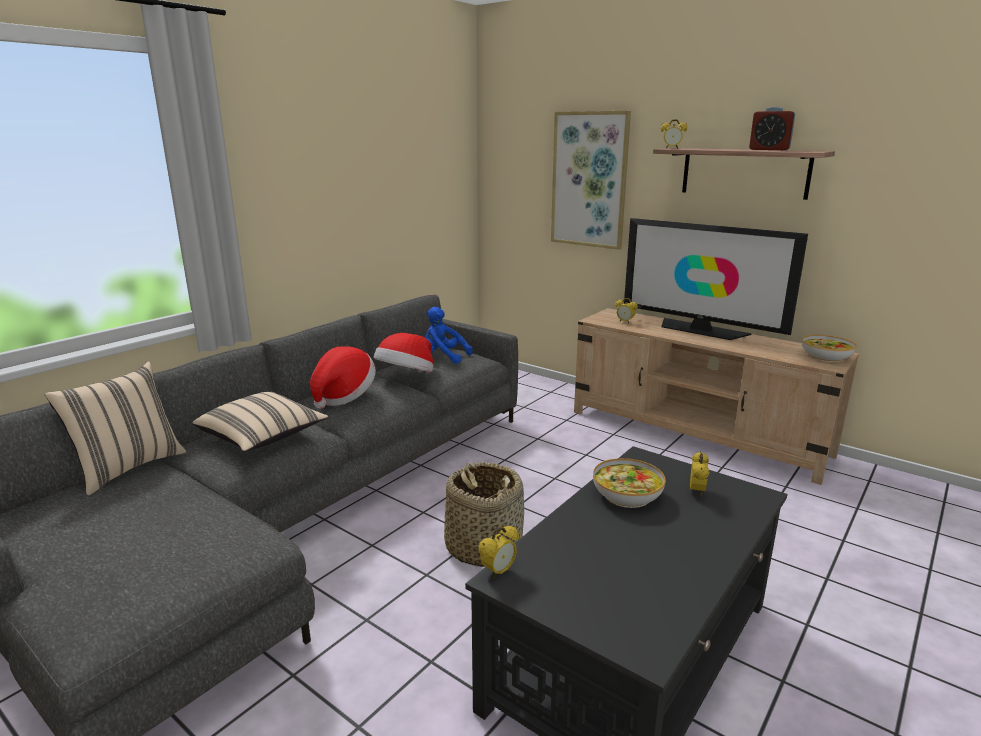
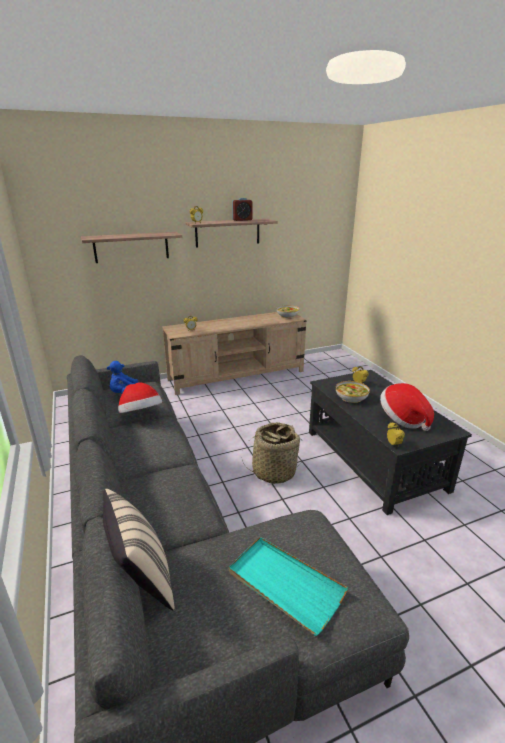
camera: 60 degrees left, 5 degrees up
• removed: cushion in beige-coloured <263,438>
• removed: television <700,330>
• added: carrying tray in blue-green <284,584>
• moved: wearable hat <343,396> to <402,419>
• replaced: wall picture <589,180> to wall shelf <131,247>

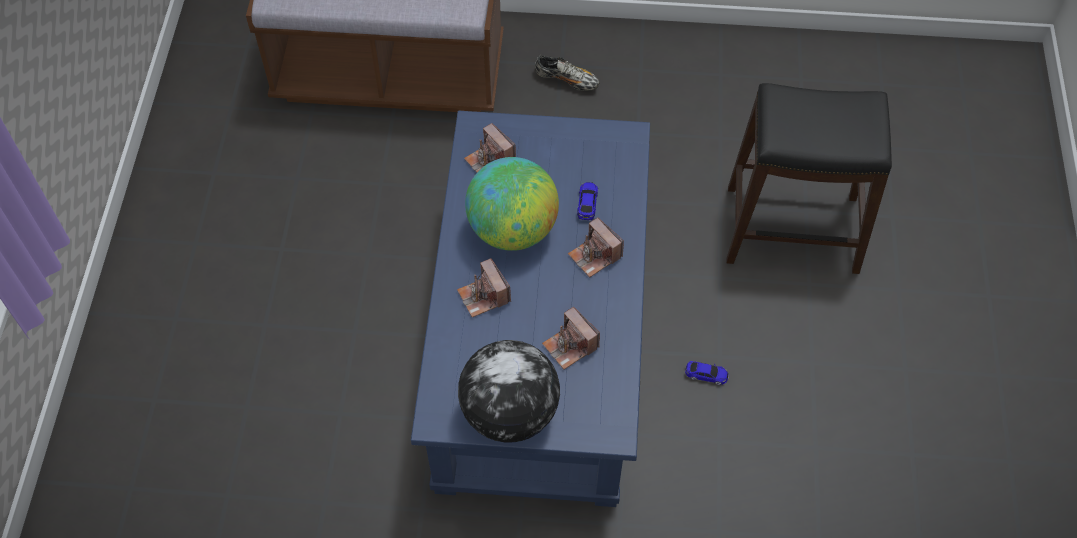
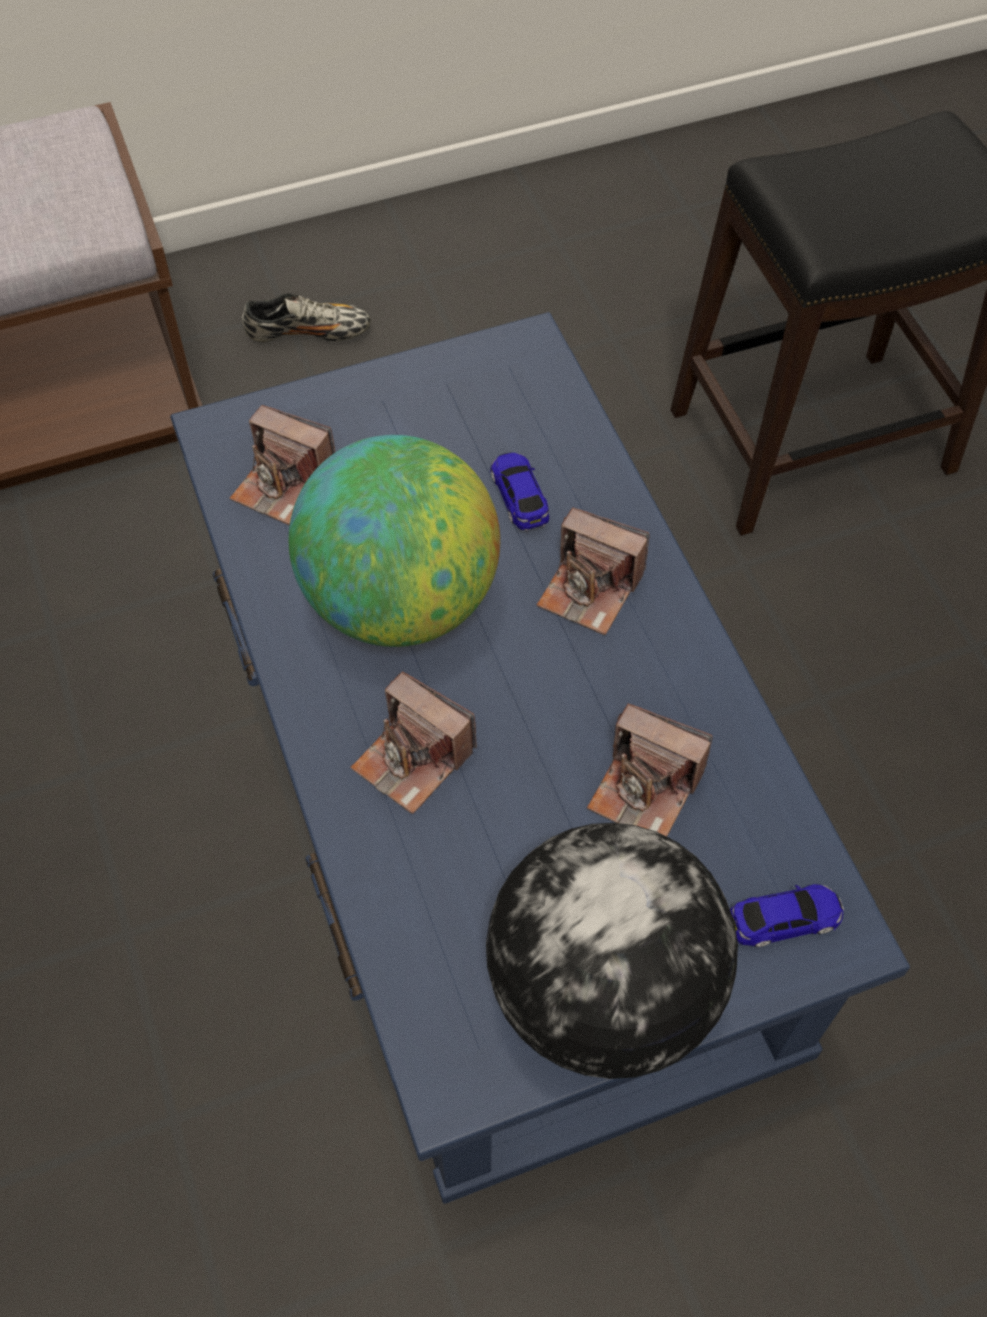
camera: 25 degrees left, 0 degrees up
• moved: toy car <706,375> to <784,920>

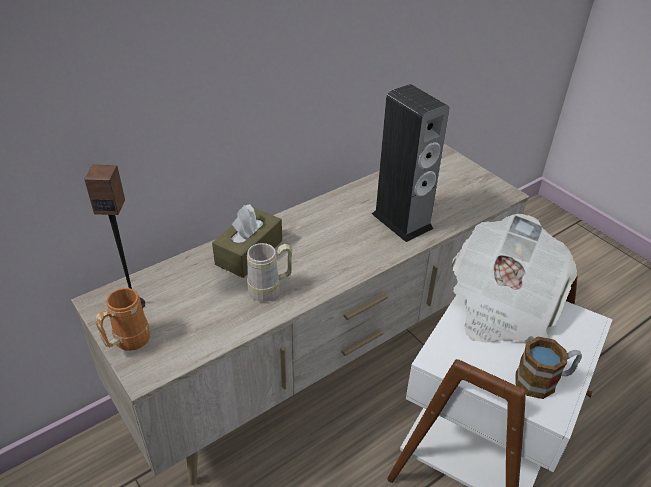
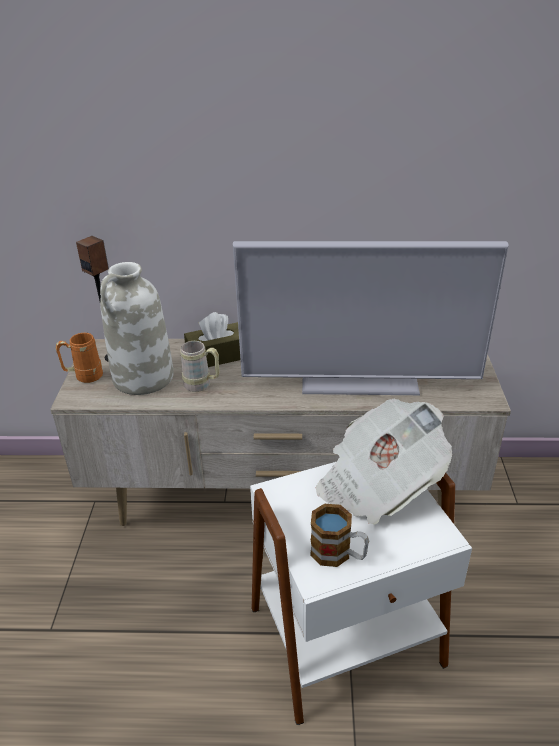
camera: 40 degrees right, 5 degrees down
• added: flower vase in white-coloured <143,378>
• replaced: audio speaker <402,221> to television <359,382>

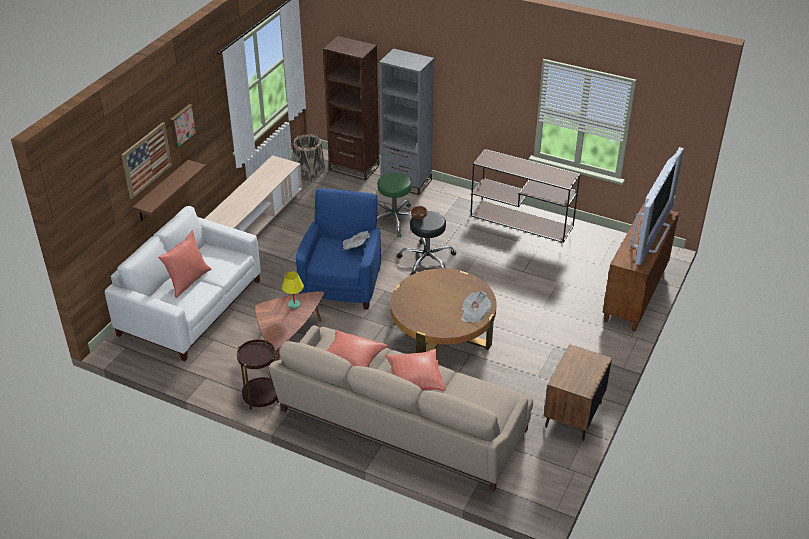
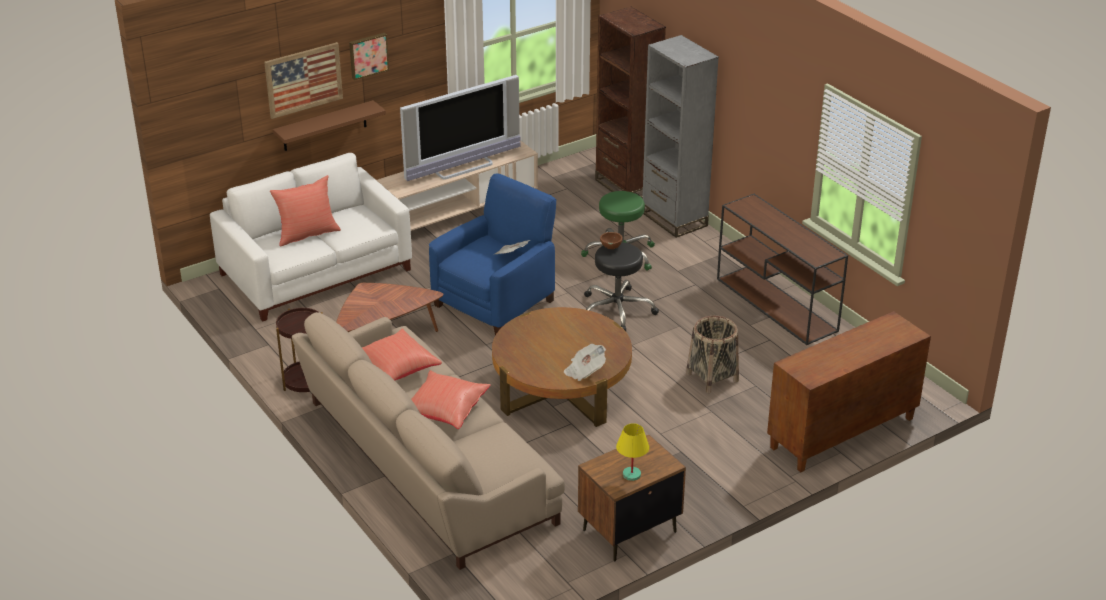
camera: 30 degrees right, 5 degrees down
• moved: lamp for a table in yellow <294,305> to <631,475>
• moved: basket <309,174> to <712,377>
• moved: television <653,236> to <463,167>

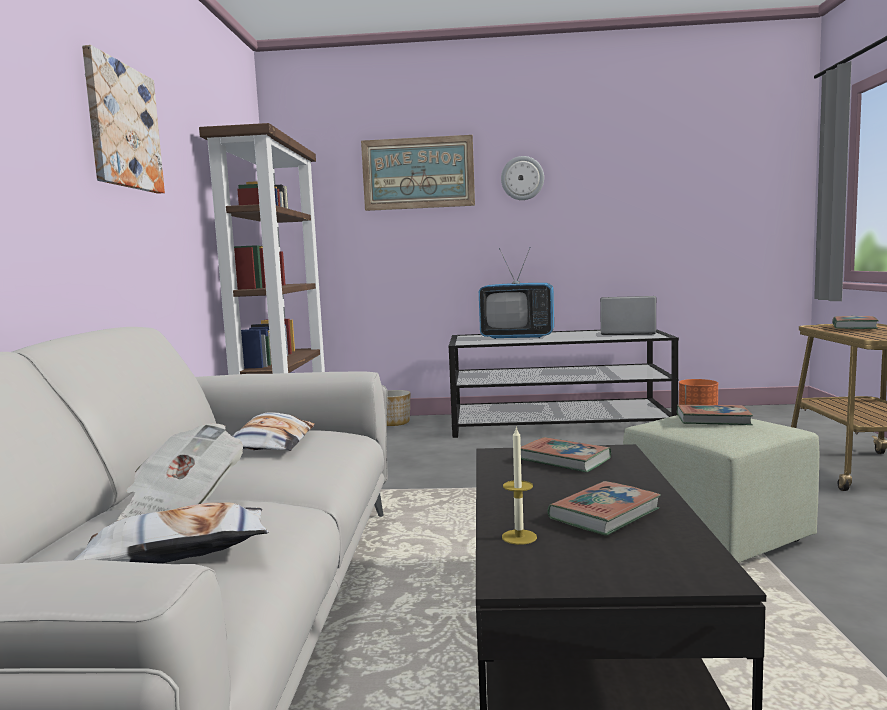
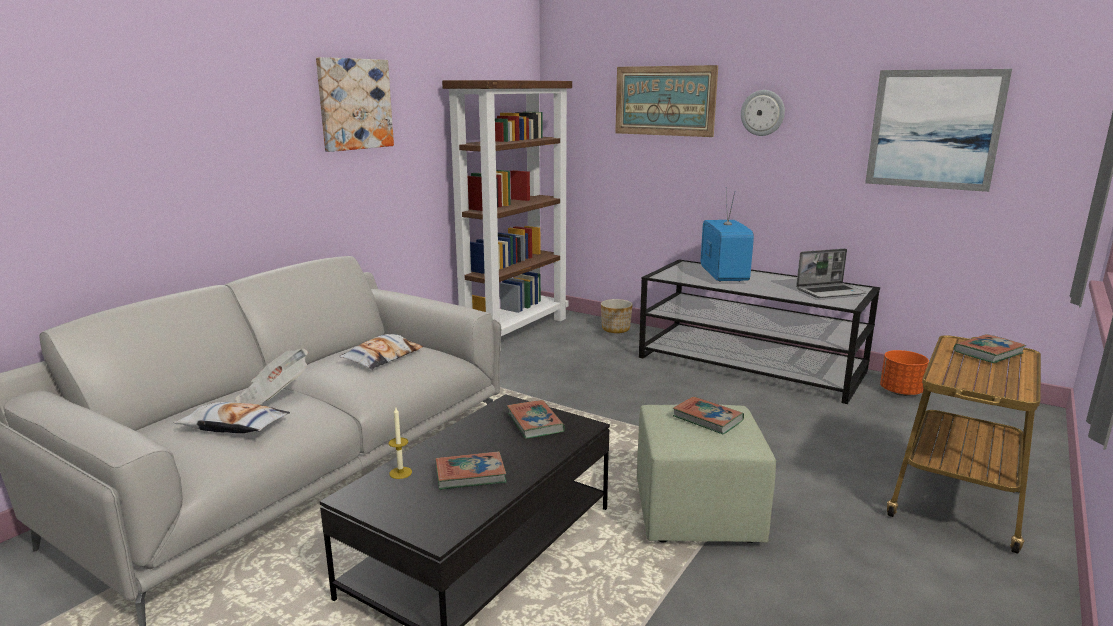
camera: 30 degrees right, 10 degrees up
• added: wall picture <934,129>
• turned: television <517,337> = <723,276> 135 degrees counterclockwise
• turned: laptop <626,333> = <830,292> 120 degrees clockwise

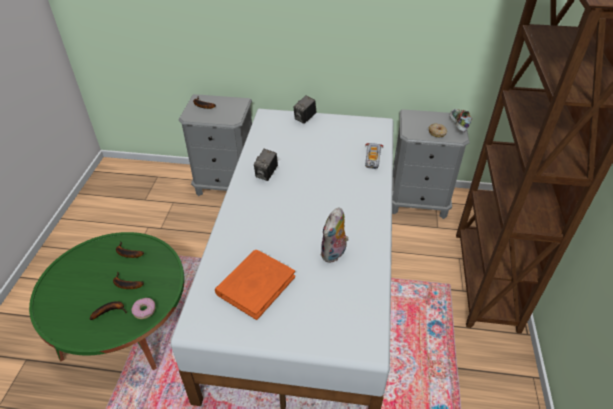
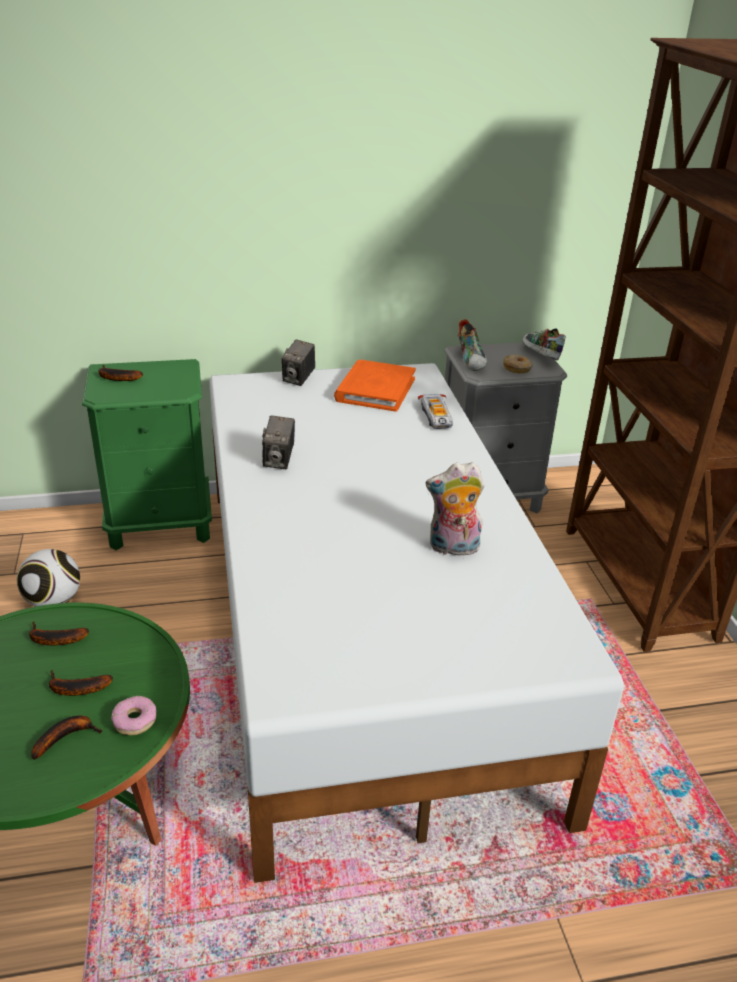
camera: 20 degrees left, 10 degrees down
• added: football ball <54,601>
• added: low shoe <471,360>
• moved: book in orange <255,285> to <375,389>
• recoloured: night table in grey <226,184> to night table in greenish <160,524>
• turned: plush toy <334,254> = <453,548> 75 degrees clockwise

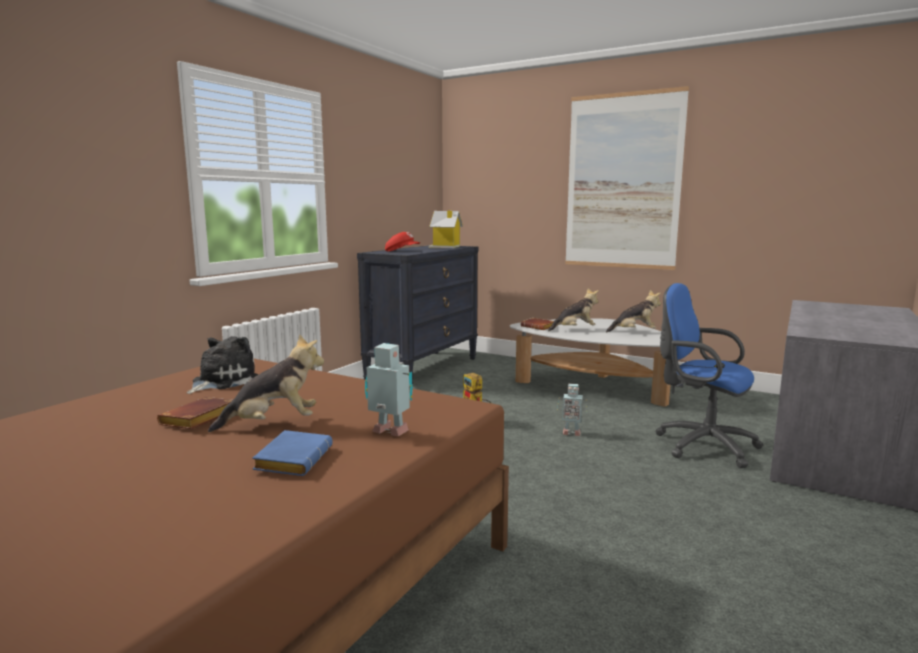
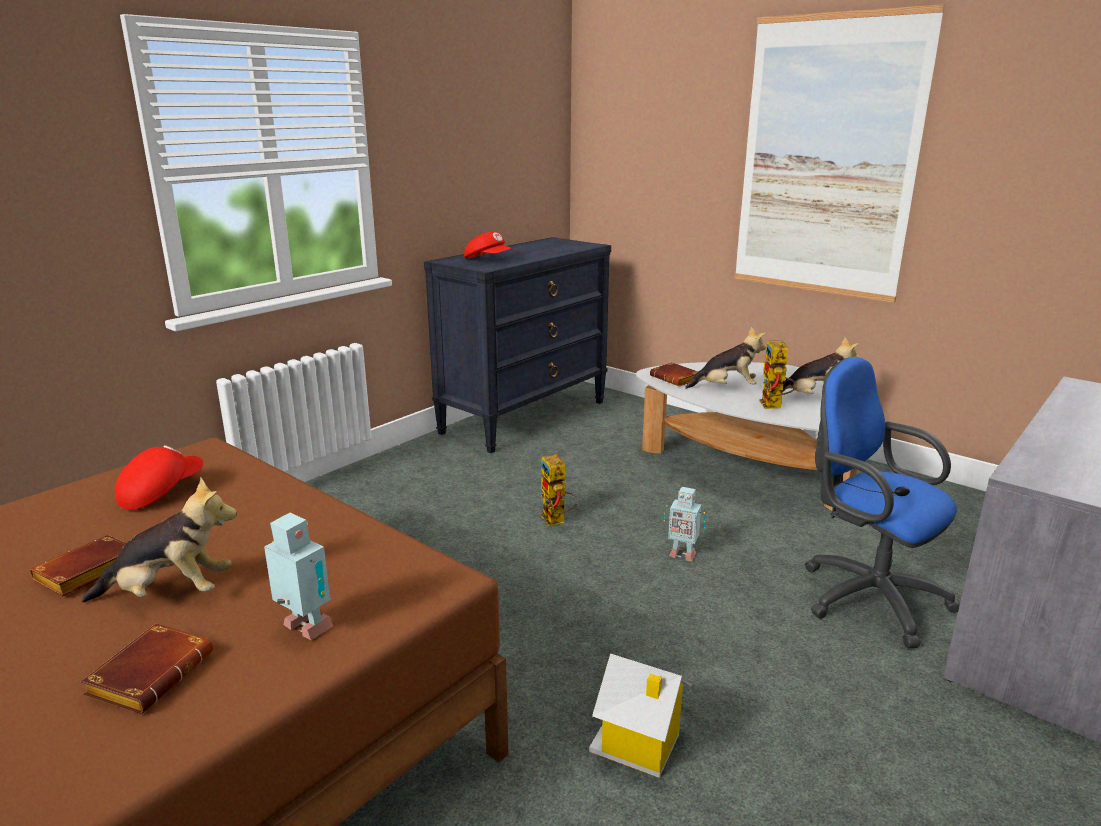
camera: 10 degrees right, 10 degrees up
• added: toy robot <774,406>
• moved: miniature house <445,247> to <638,745>
• replaced: plush toy <222,381> to cap in red-coloured <160,492>
• recoloured: book in blue <293,459> to book in brown <151,673>

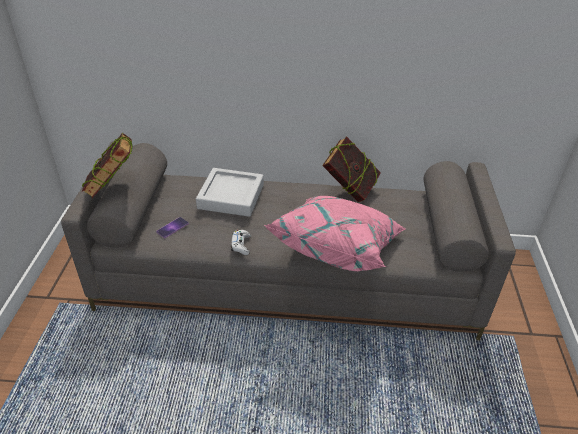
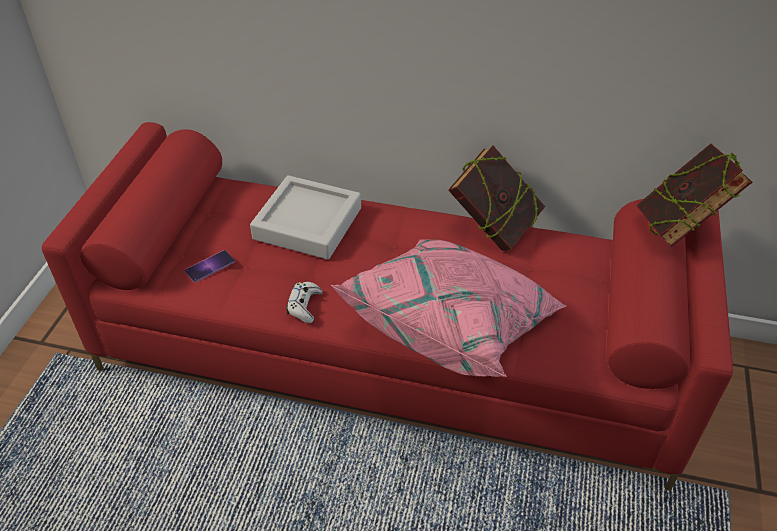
camera: 10 degrees right, 5 degrees up
• moved: book <113,188> to <678,230>
• recoloured: settee in grey <289,278> to settee in red-coloured <391,352>

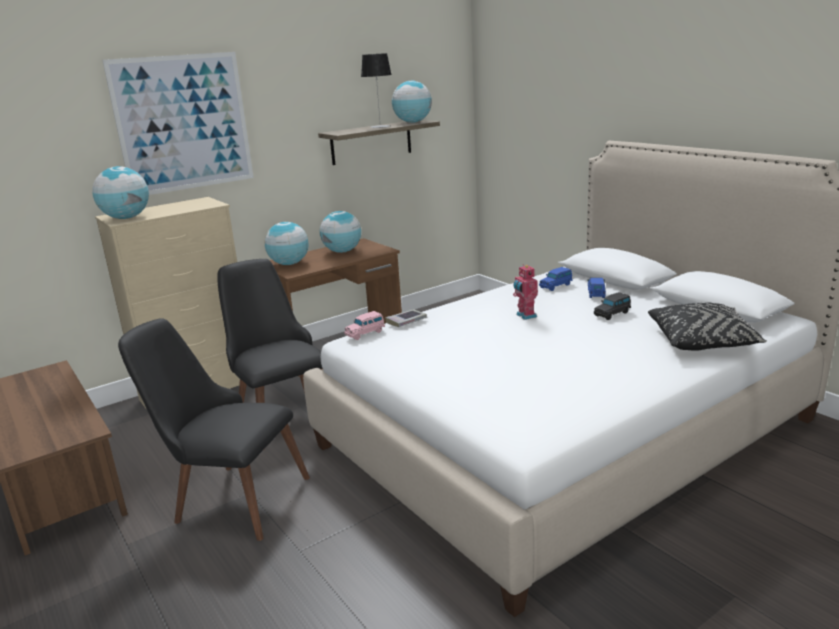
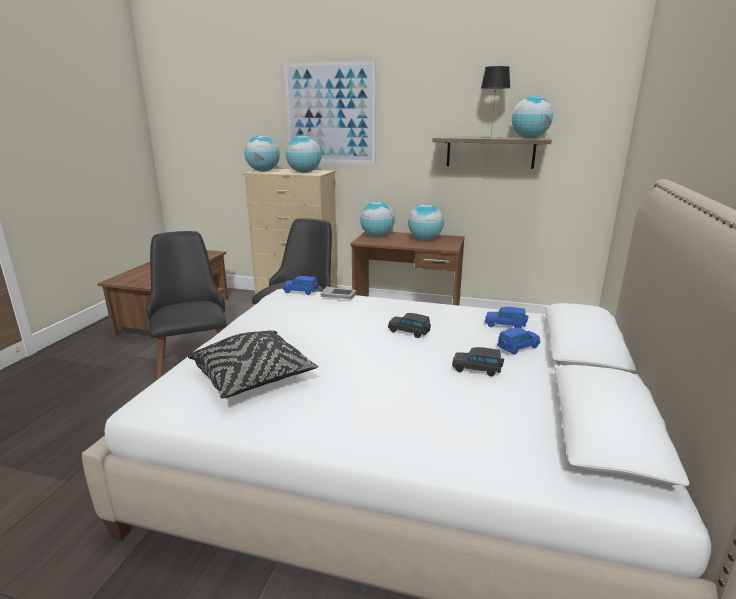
camera: 50 degrees right, 0 degrees up
• added: world globe <304,172>
• moved: cushion in blackish <702,341> to <254,378>
• replaced: toy robot <525,316> to toy car in blackish <409,332>
• recoloured: toy car in pink <365,333> to toy car in blue <301,292>

